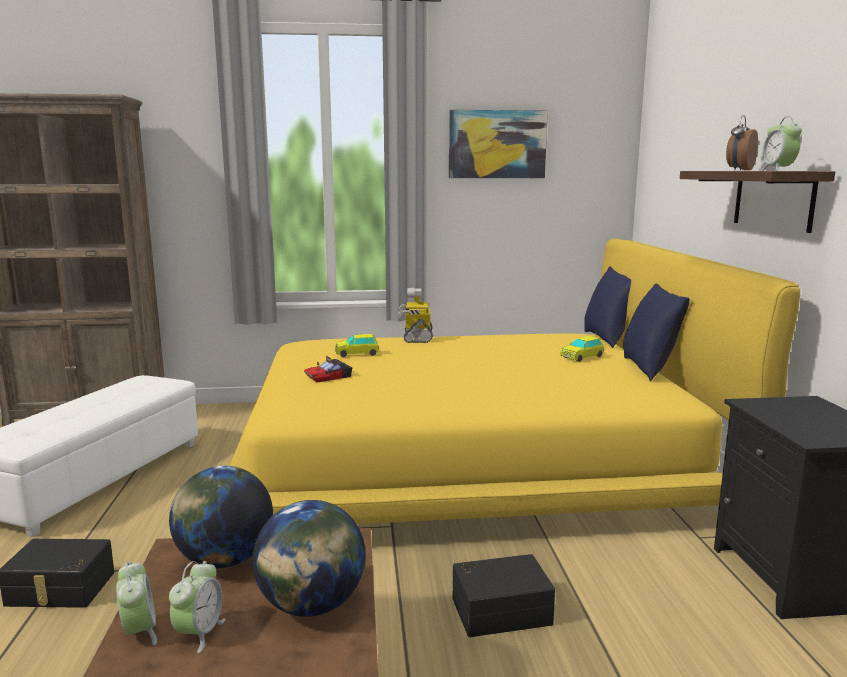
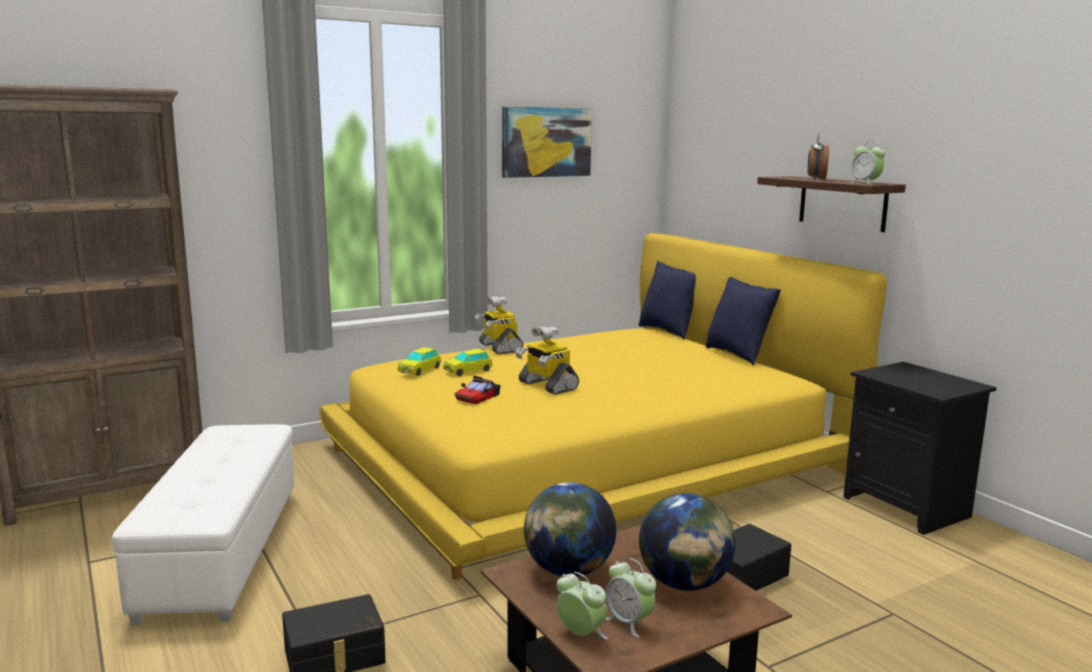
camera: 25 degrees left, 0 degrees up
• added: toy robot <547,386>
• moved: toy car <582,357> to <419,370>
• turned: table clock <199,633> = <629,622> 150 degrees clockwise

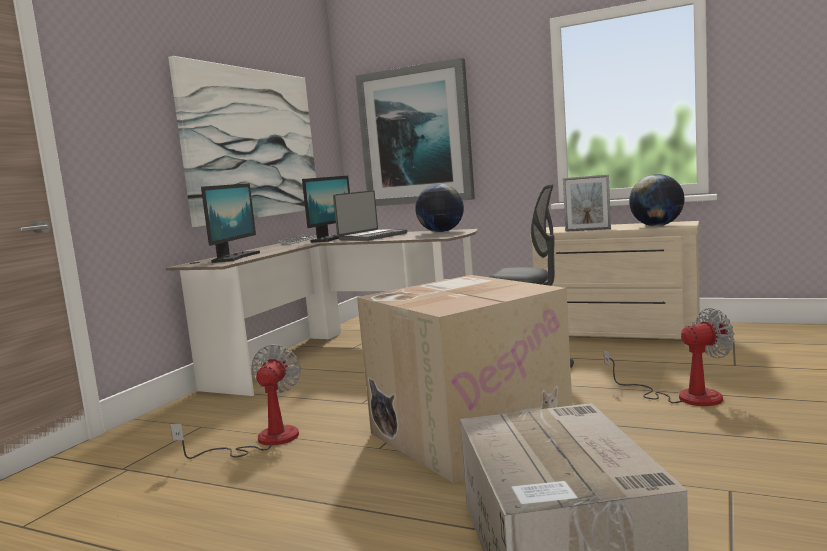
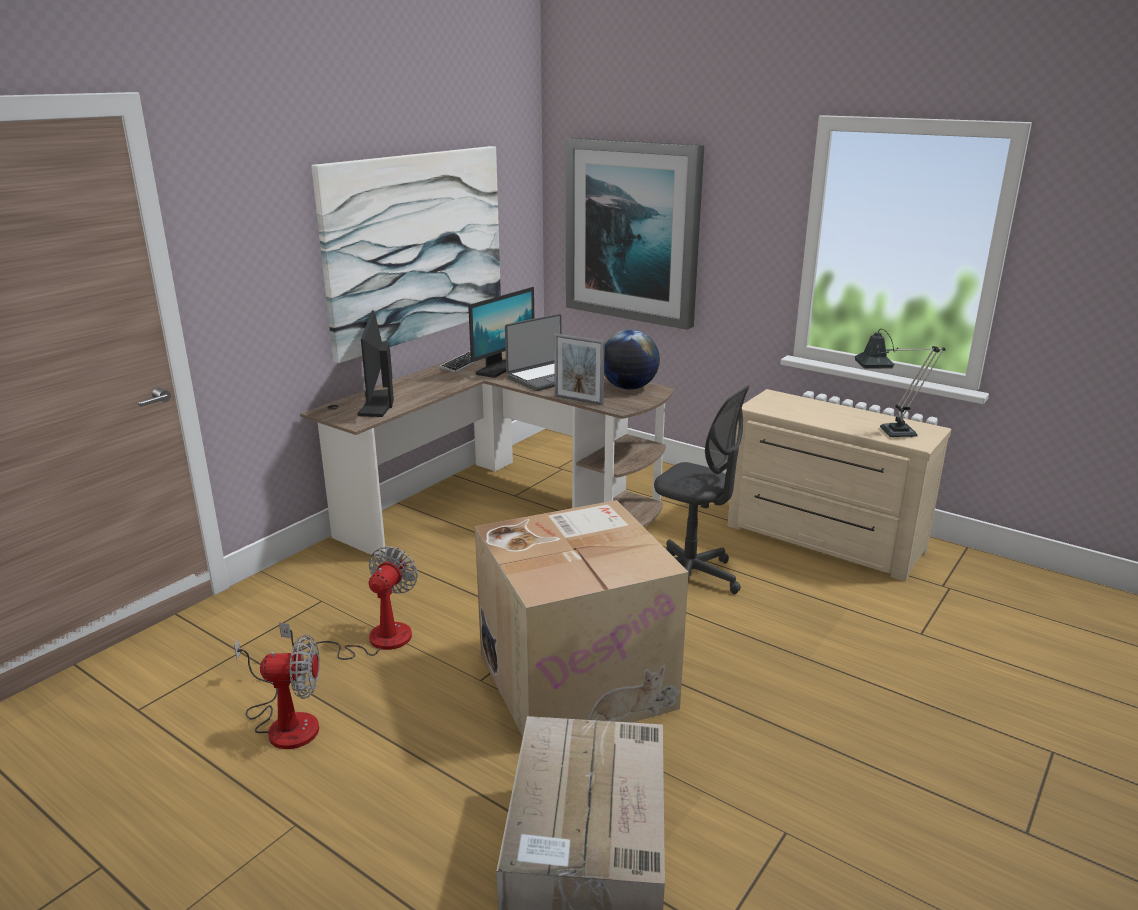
camera: 10 degrees right, 15 degrees up
• moved: picture frame <588,230> to <578,400>
• moved: fan <683,396> to <285,722>
• replaced: world globe <657,226> to lamp for a table <889,433>
• turned: monitor <234,257> = <377,404> 150 degrees clockwise

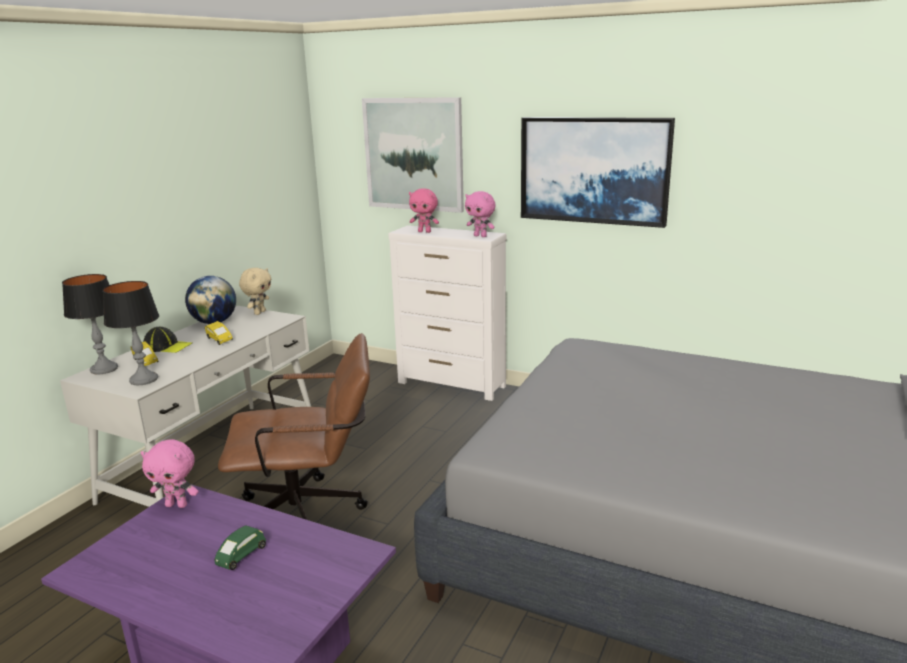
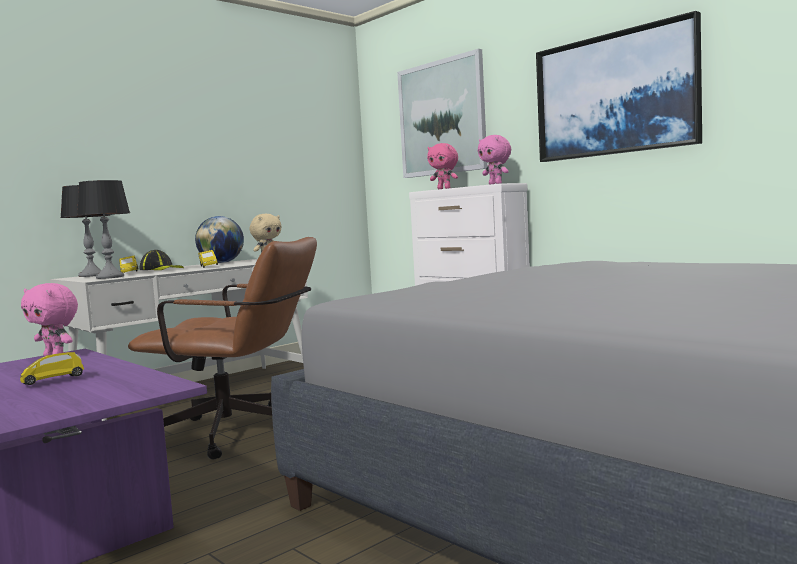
camera: 20 degrees right, 15 degrees down
• recoloured: toy car in greenish <241,556> to toy car in yellow <53,382>

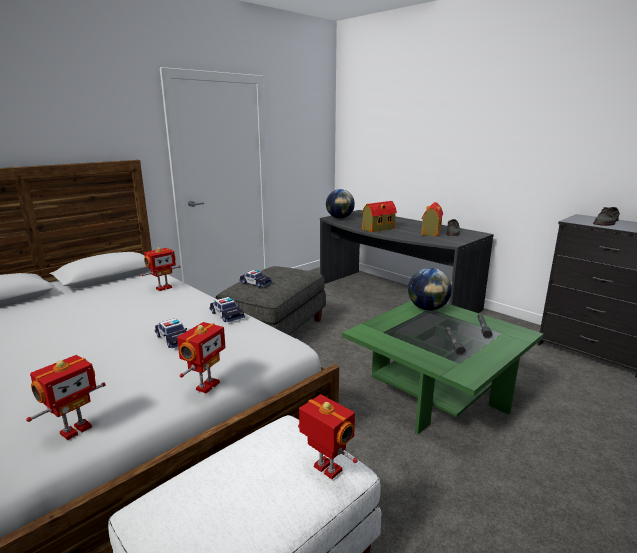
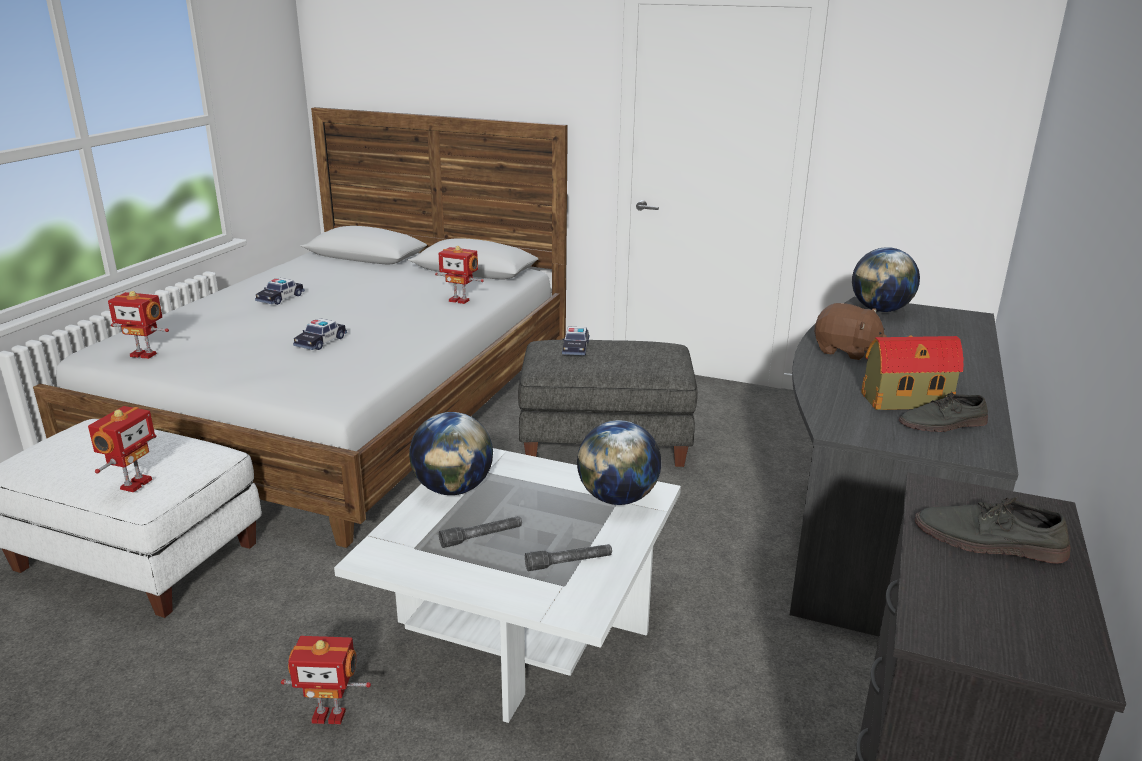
camera: 65 degrees right, 5 degrees up
• added: world globe <453,489>
• moved: toy robot <206,385> to <329,714>
• moved: toy car <227,315> to <280,298>
• replaced: miniature house <377,229> to plush toy in brown <845,350>
• recoloured: low table in greenish <436,393> to low table in white-coloured <522,627>

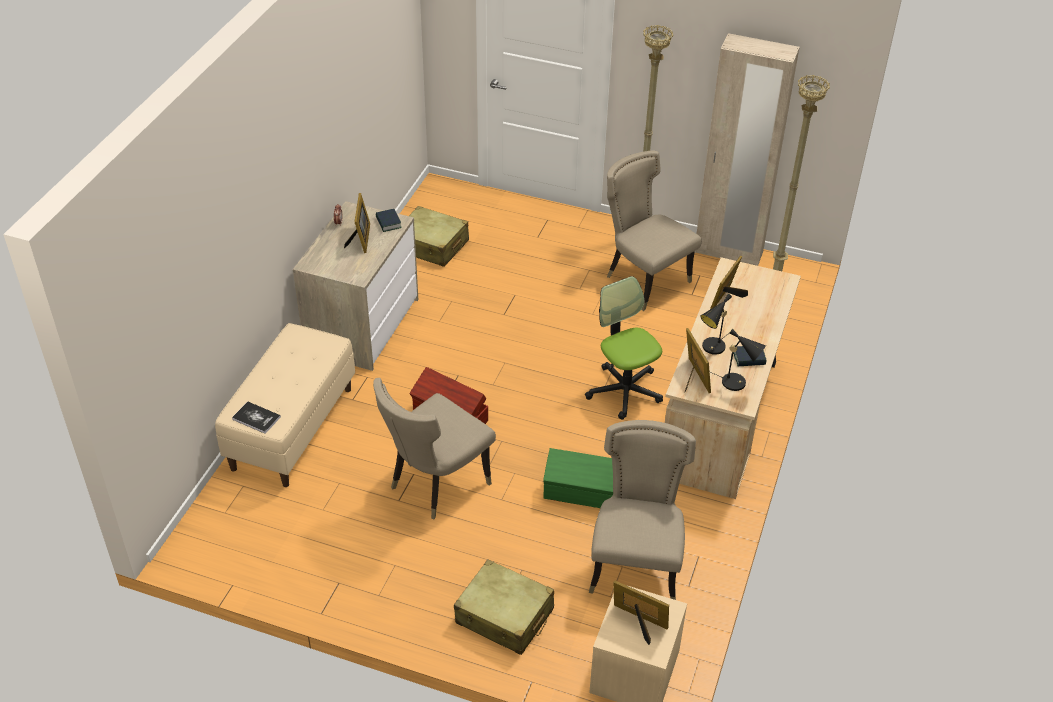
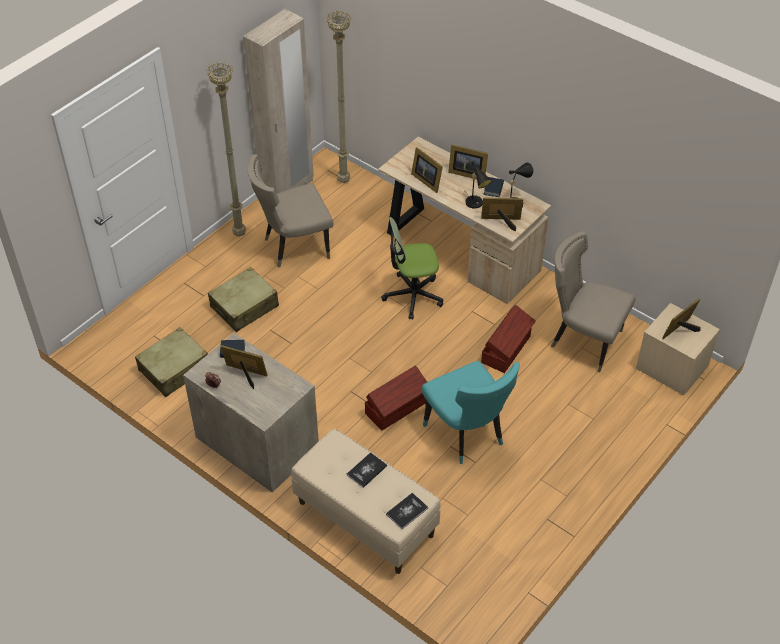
camera: 70 degrees left, 5 degrees up
• added: book <366,470>
• added: picture frame <466,173>
• moved: suitcase in beige-coloured <504,616> to <245,307>
• recoloured: chair in beige-coloured <435,485> to chair in blue-green <467,435>
• recoloured: storage container in greenish <583,493> to storage container in brown <507,349>

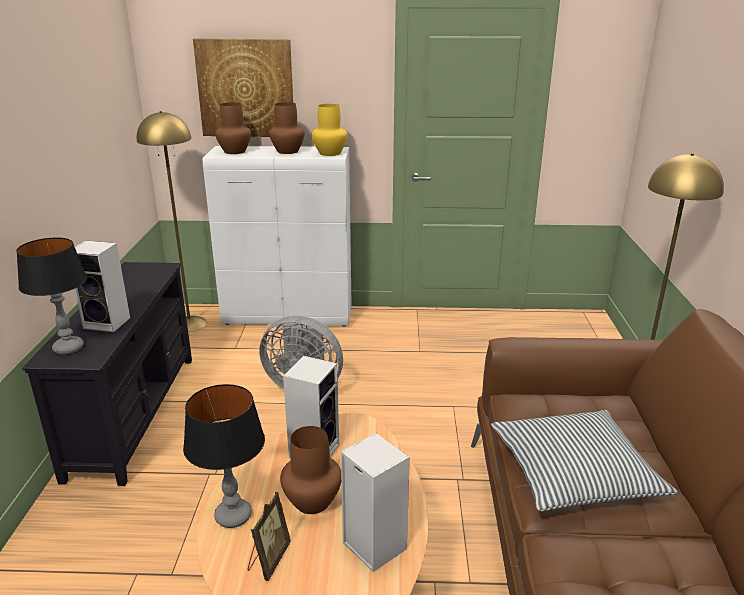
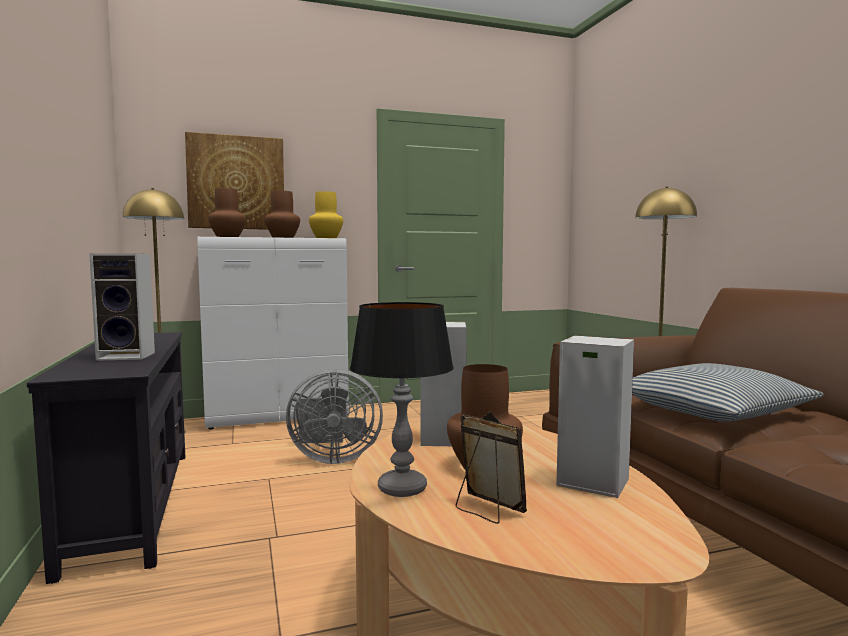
camera: 20 degrees left, 20 degrees down
• removed: lamp for a table <68,348>
• turned: picture frame <268,560> = <487,510> 45 degrees counterclockwise

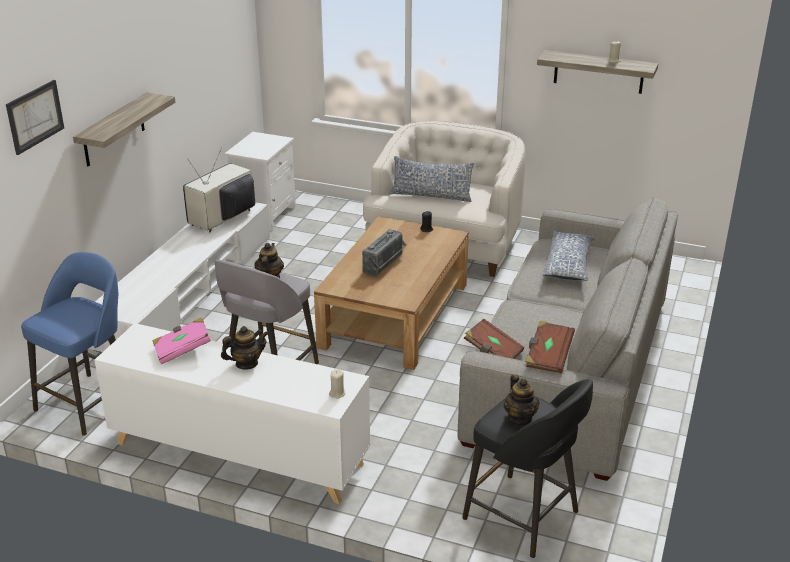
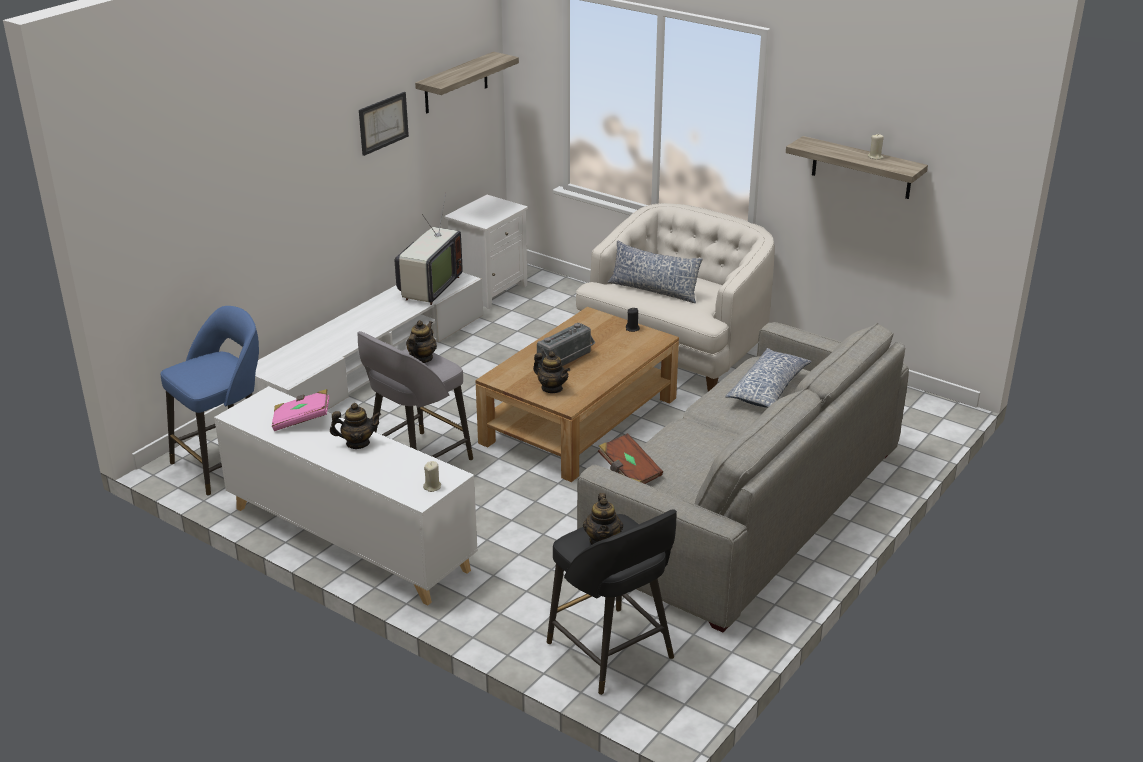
camera: 15 degrees right, 0 degrees up
• removed: book in brown <548,356>
• added: tea pot <552,388>
• moved: wall picture <35,116> to <383,123>
• moved: wall shelf <113,130> to <456,83>
• turned: television <225,218> = <428,288> 150 degrees clockwise

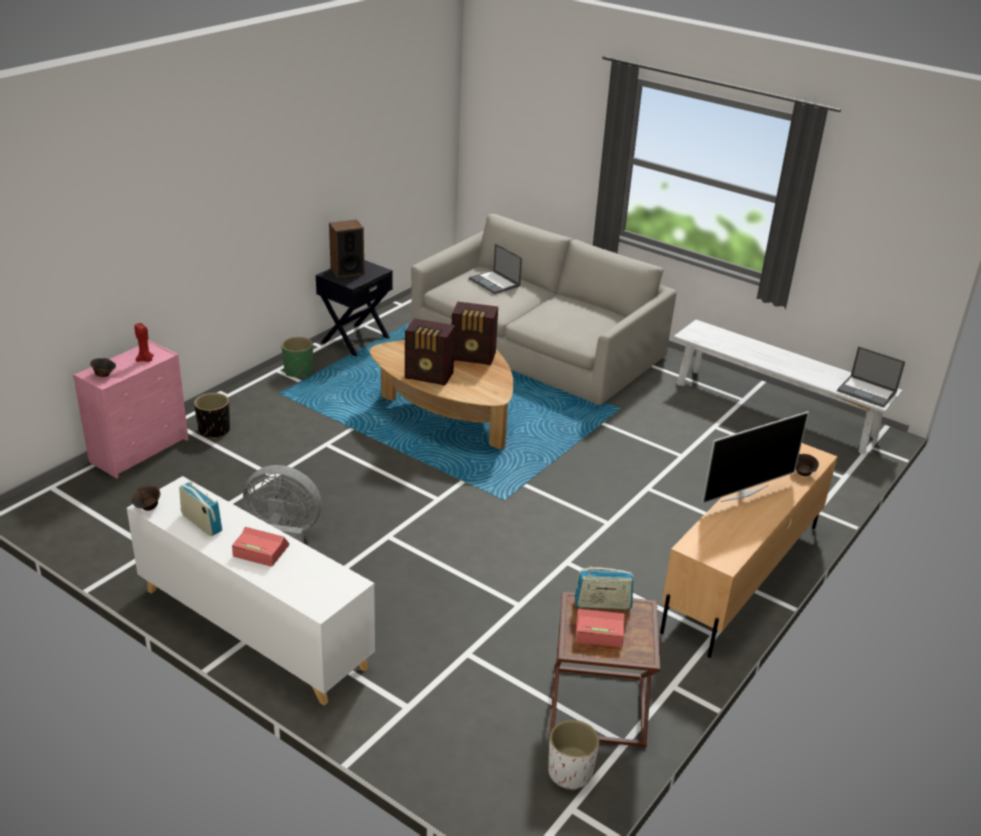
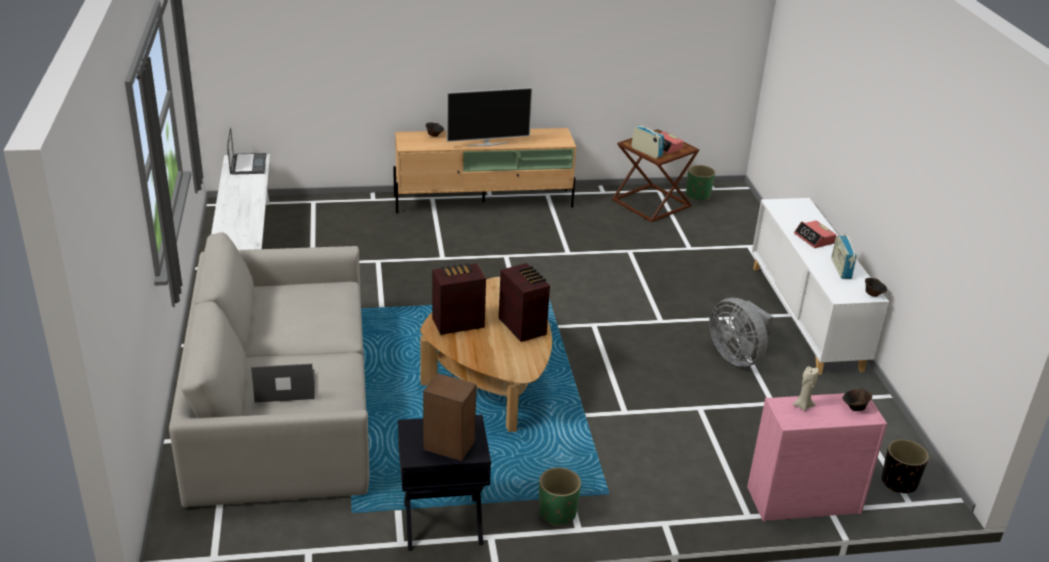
camera: 135 degrees left, 0 degrees up
• moved: planter in blackish <214,430> to <899,482>
• recoloured: wax candle in red-coloured <145,360> to wax candle in beige-coloured <803,406>
• recoloured: planter in white-coloured <570,772> to planter in greenish <697,195>
• turned: radio <474,357> = <456,323> 75 degrees counterclockwise
• turned: laptop <495,282> = <284,387> 105 degrees counterclockwise
• turned: television <743,493> = <487,144> 150 degrees clockwise

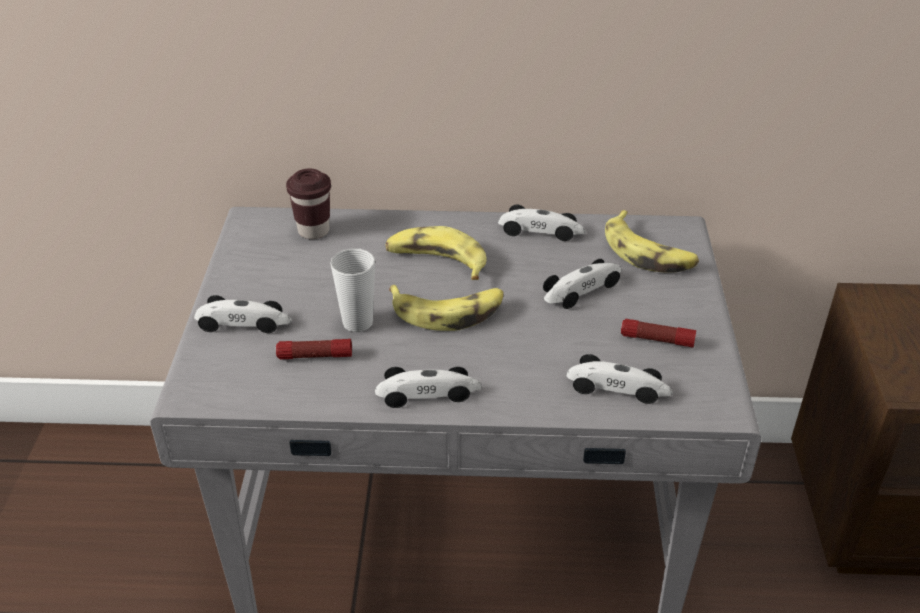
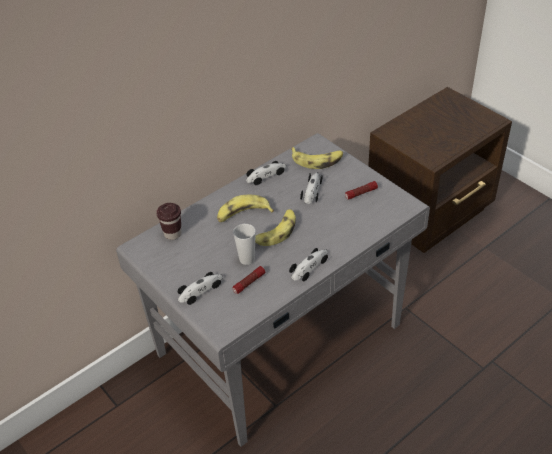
camera: 40 degrees left, 5 degrees up
• removed: toy car <618,388>

